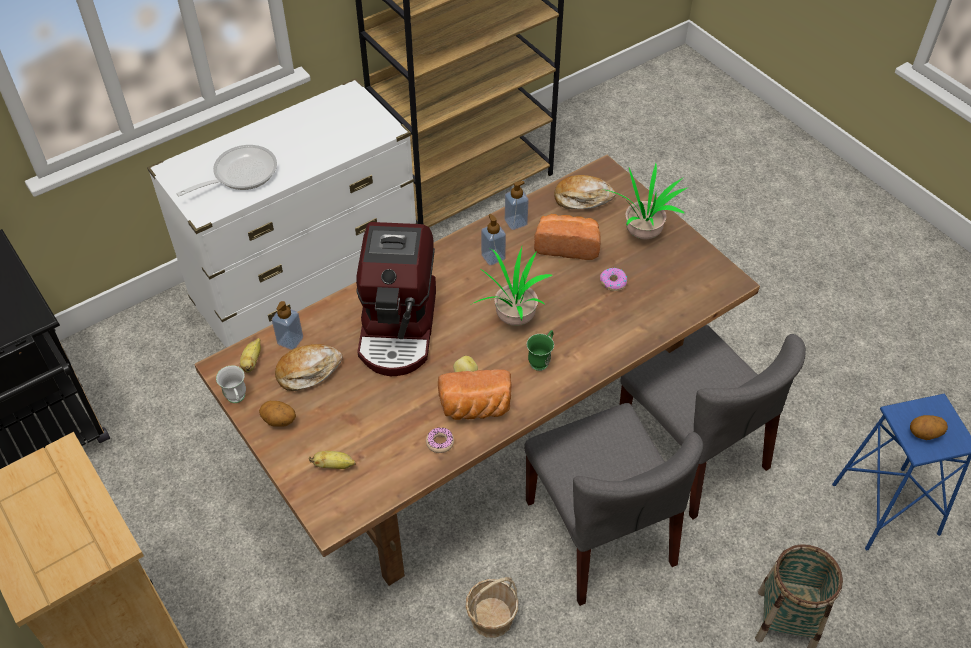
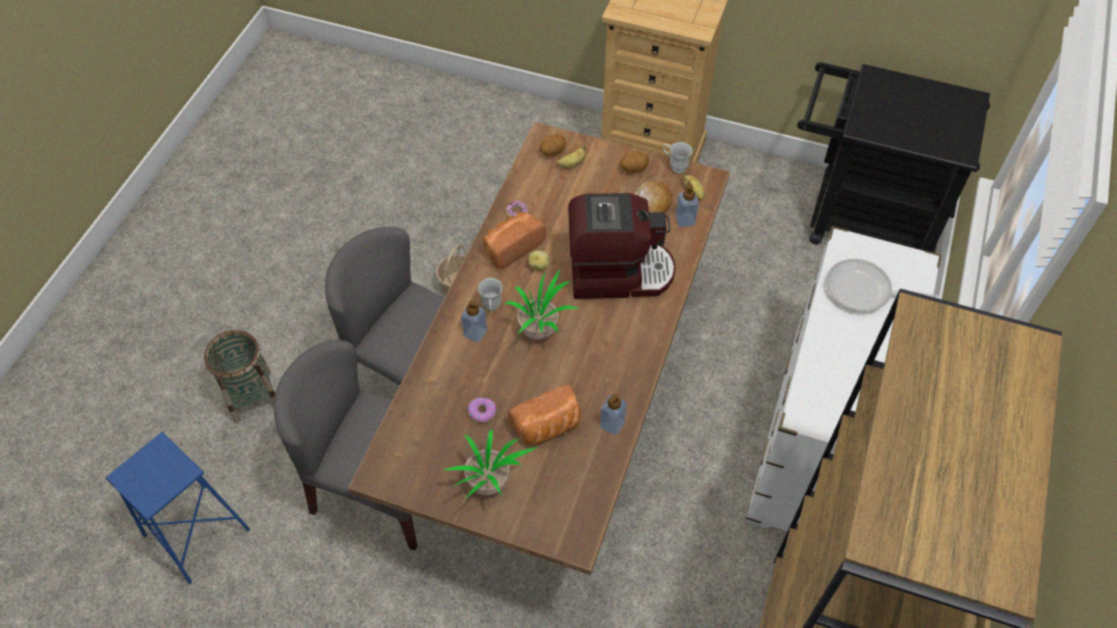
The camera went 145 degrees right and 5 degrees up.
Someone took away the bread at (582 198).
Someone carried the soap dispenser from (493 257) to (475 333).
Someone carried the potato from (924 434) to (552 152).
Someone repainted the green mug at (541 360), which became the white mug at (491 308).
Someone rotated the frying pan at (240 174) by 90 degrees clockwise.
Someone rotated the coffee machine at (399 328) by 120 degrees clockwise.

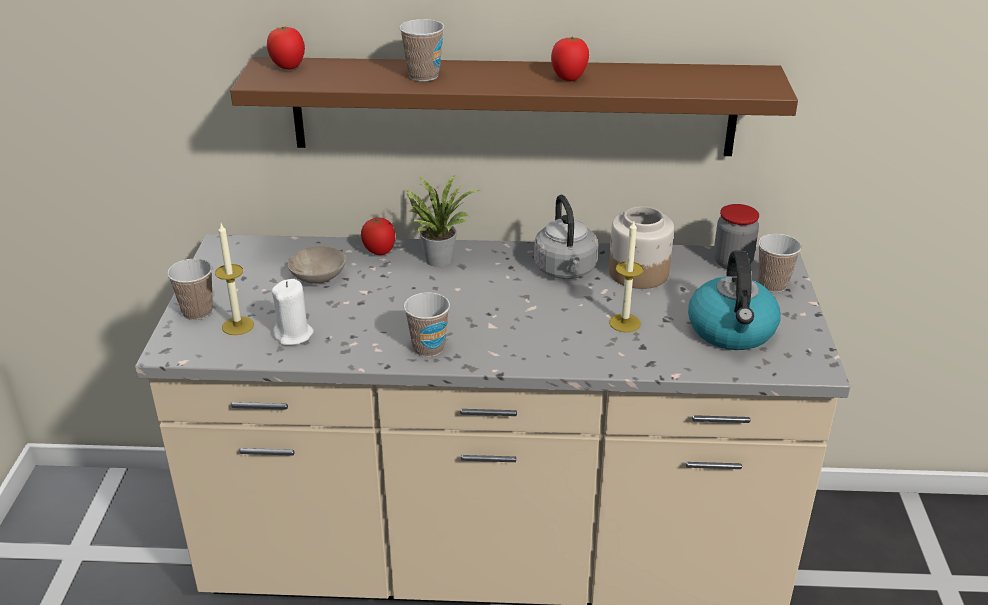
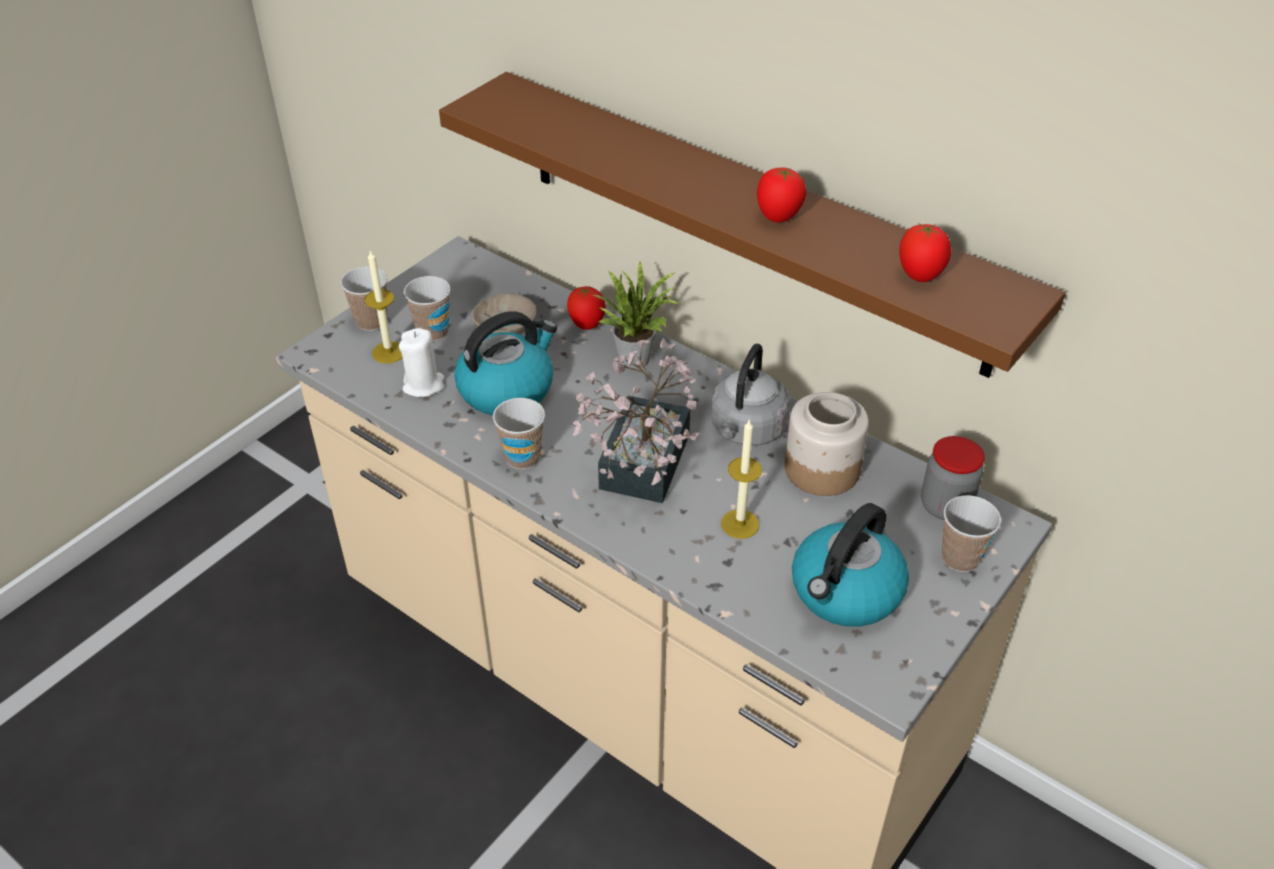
The camera went 35 degrees right and 10 degrees up.
Someone put down the kettle at (507 389).
Someone put down the potted plant at (639 470).
Someone carried the tomato from (288 67) to (920 276).
Someone carried the cup from (423 76) to (433 331).

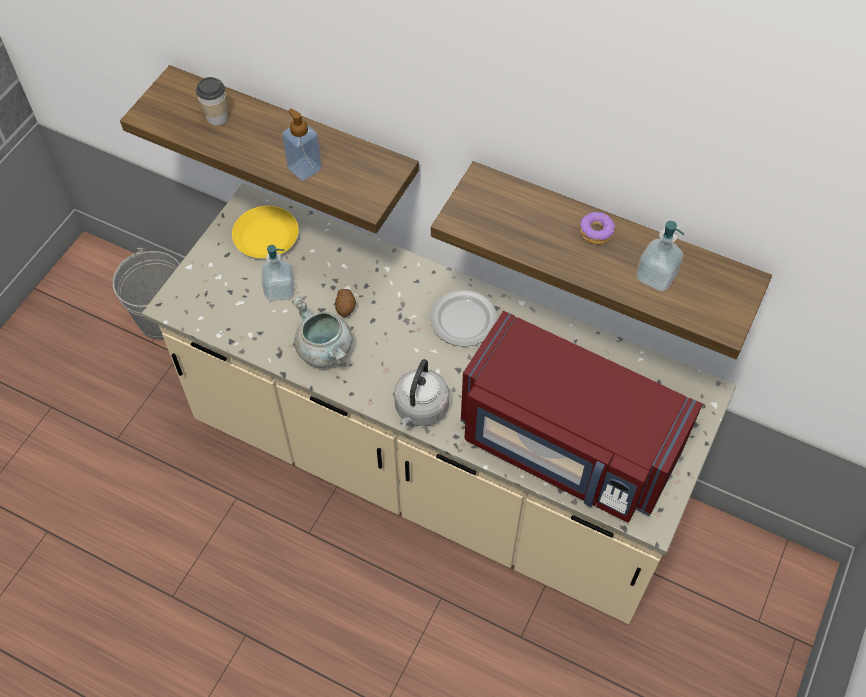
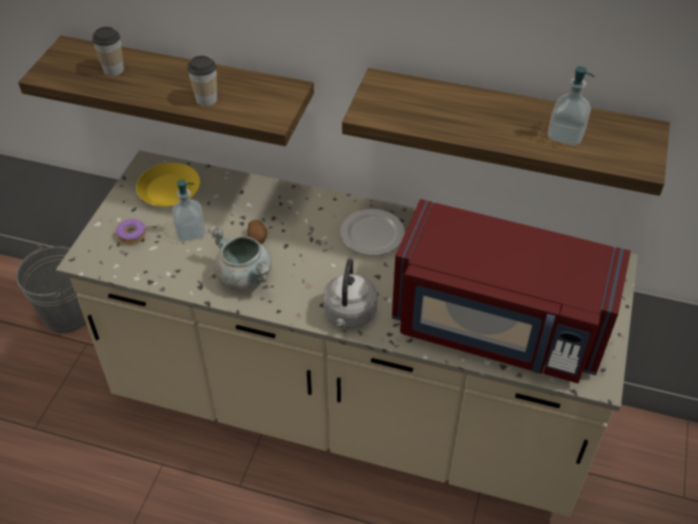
The camera went 10 degrees left and 10 degrees down.
Someone carried the donut from (596 232) to (132 235).
Someone swapped the soap dispenser at (304 168) for the cup at (206 99).

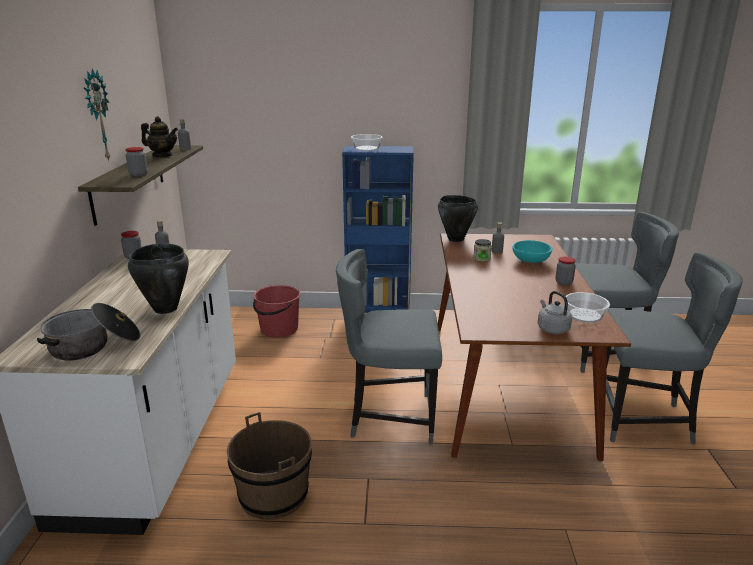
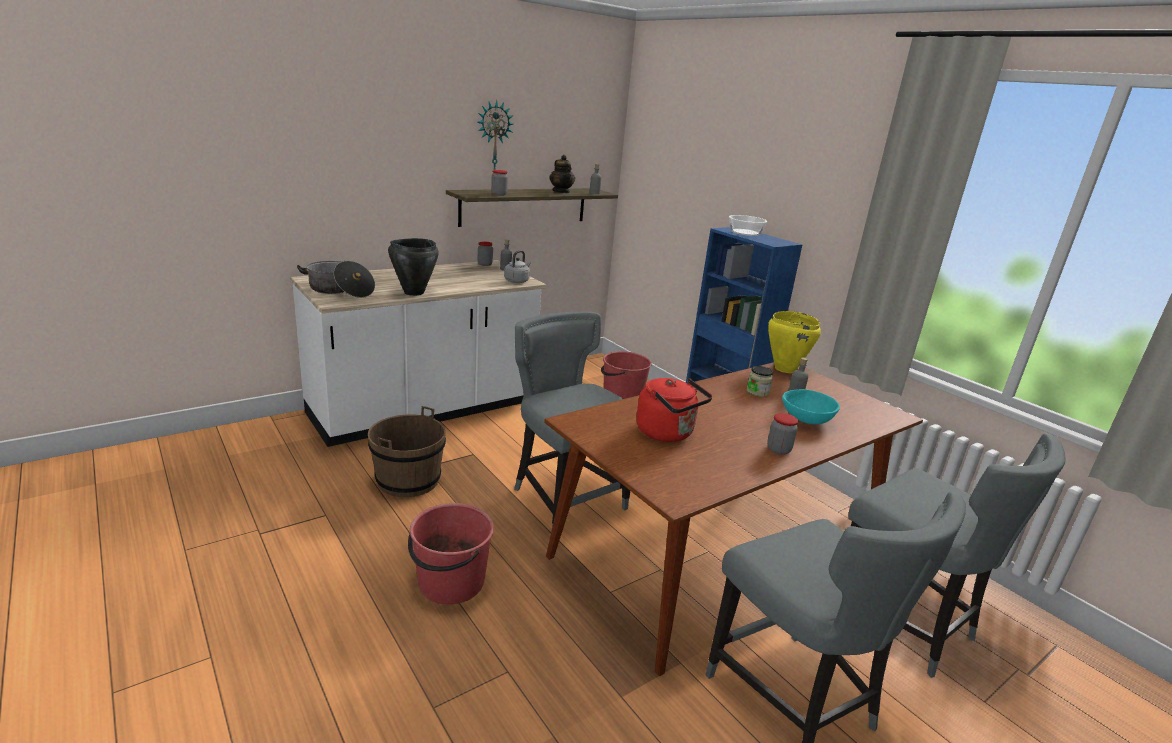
The camera went 50 degrees right and 0 degrees up.
Someone took away the bowl at (584 315).
Someone put down the red bucket at (450 583).
Someone put down the red kettle at (668 433).
Someone carried the grey kettle from (552 328) to (517 281).
Someone repainted the black cooking pot at (455 239), which became the yellow cooking pot at (784 369).

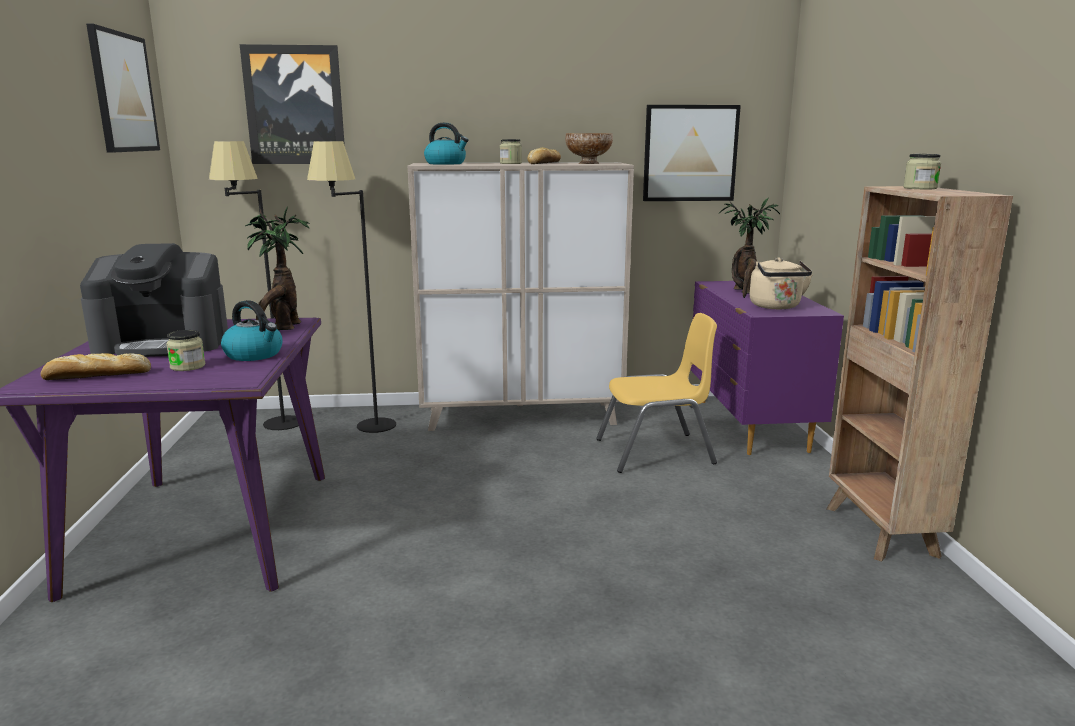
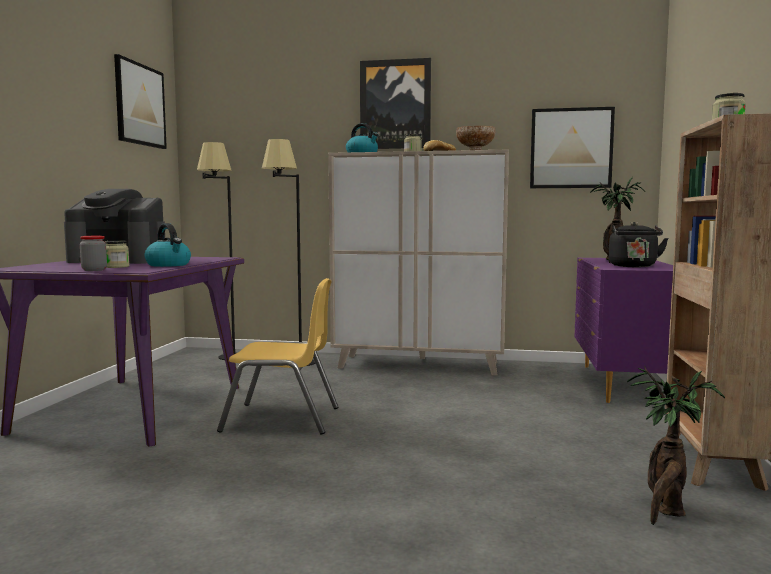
The camera went 15 degrees right and 10 degrees down.
Someone took away the bread at (95 376).
Someone put down the jar at (94 270).
Someone carried the picture from (295 105) to (395 104).
Someone carried the potted plant from (283 328) to (666 510).
Someone carried the yellow chair from (655 452) to (282 419).
Someone repainted the beige kettle at (776 307), which became the black kettle at (633 266).

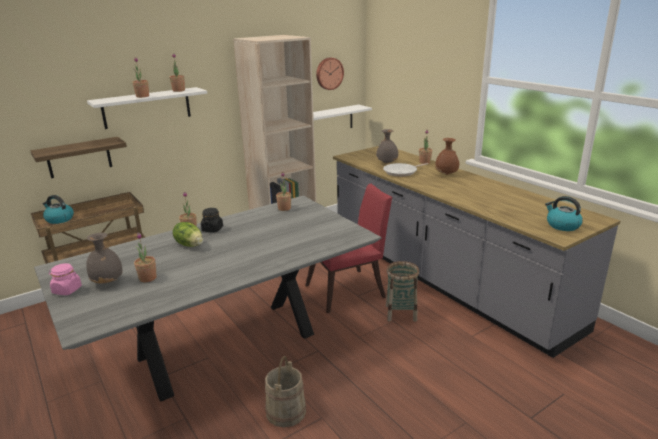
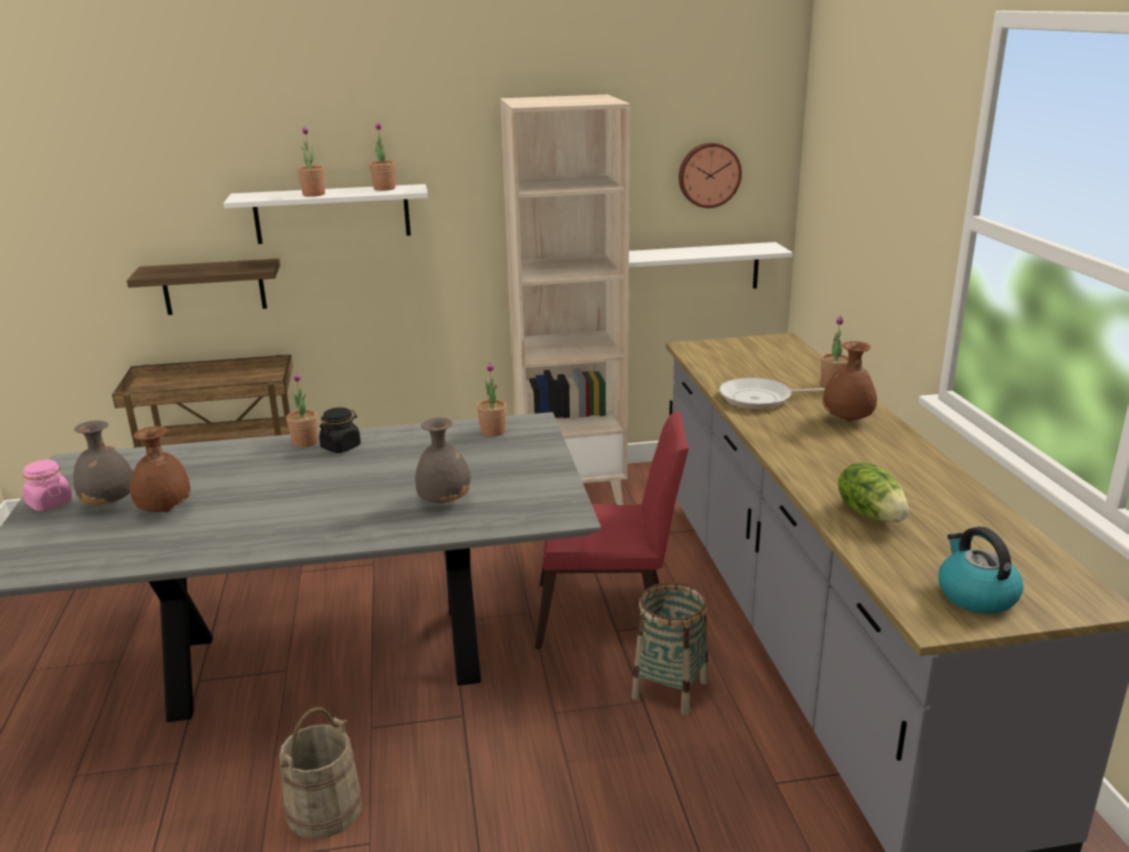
The camera went 25 degrees right and 0 degrees up.
Someone took away the kettle at (59 219).
Someone carried the lettuce from (190 244) to (871 514).
Someone carried the grey vase from (387 163) to (445 501).
Someone swapped the potted plant at (148 278) for the brown vase at (164 511).

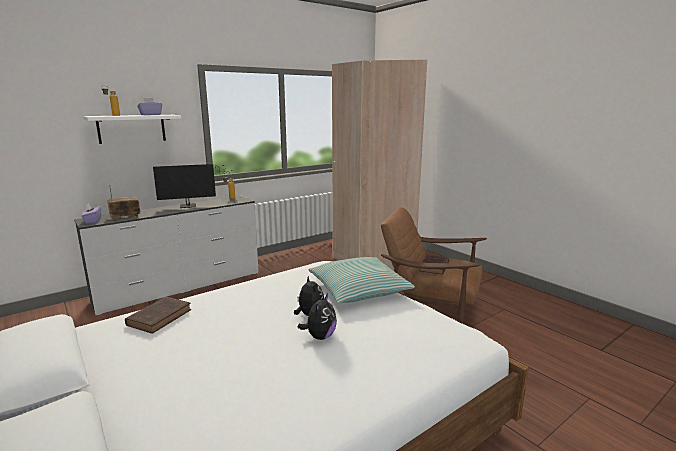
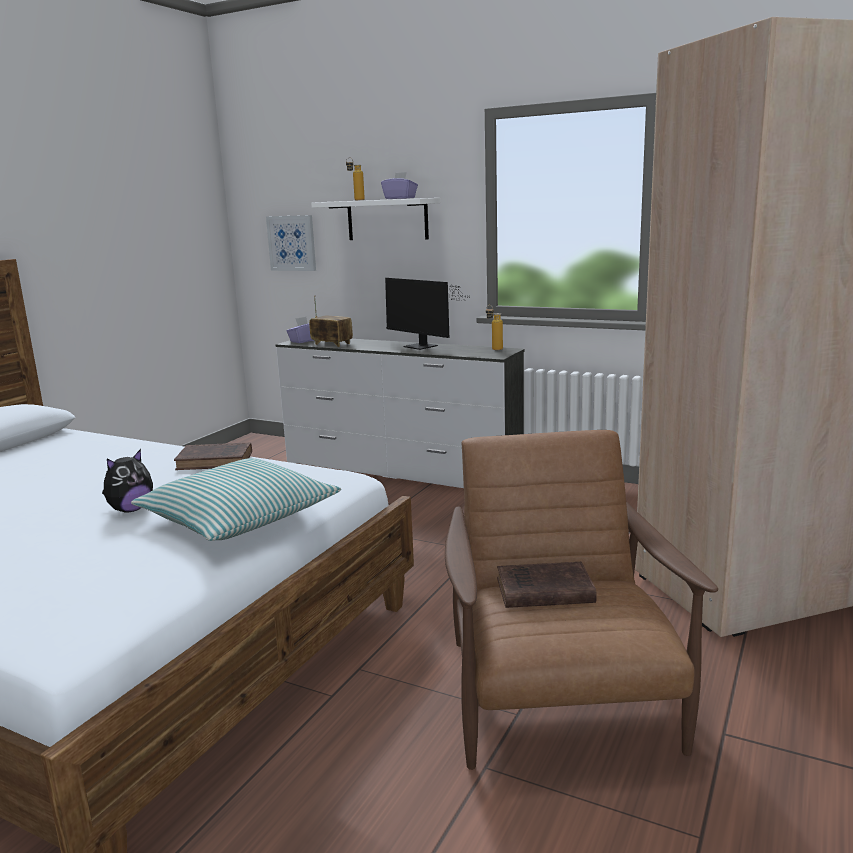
The camera went 65 degrees right and 0 degrees up.
Someone took away the plush toy at (320 336).
Someone put up the picture at (292 243).
Someone carried the brown book from (161 317) to (217 461).

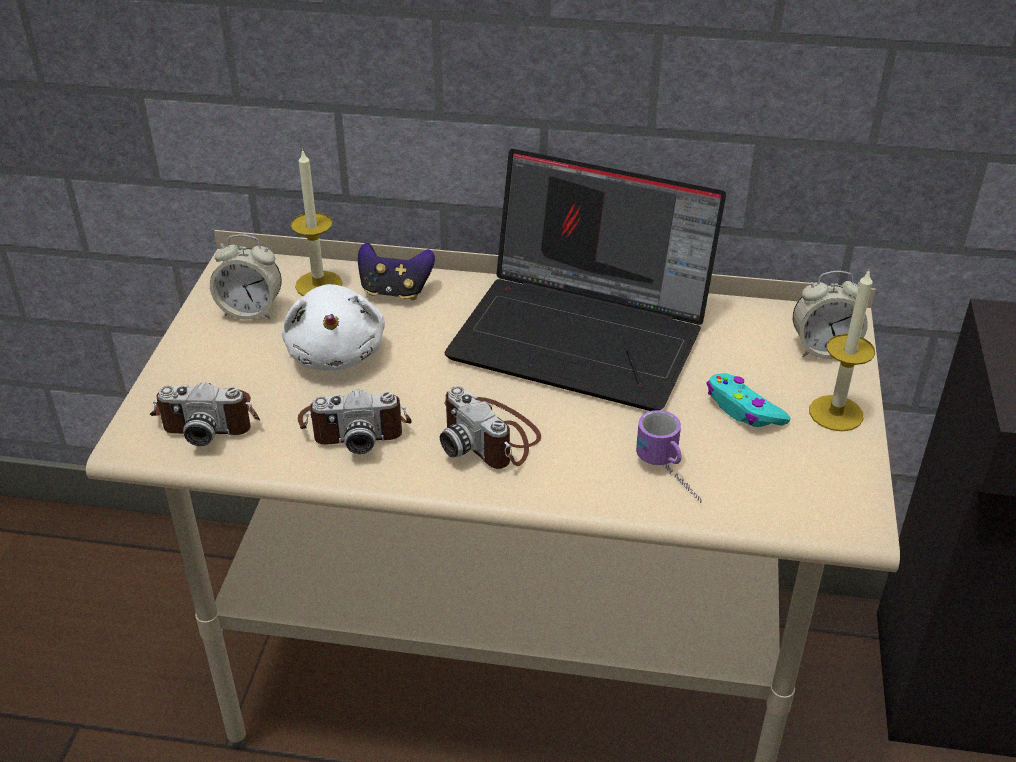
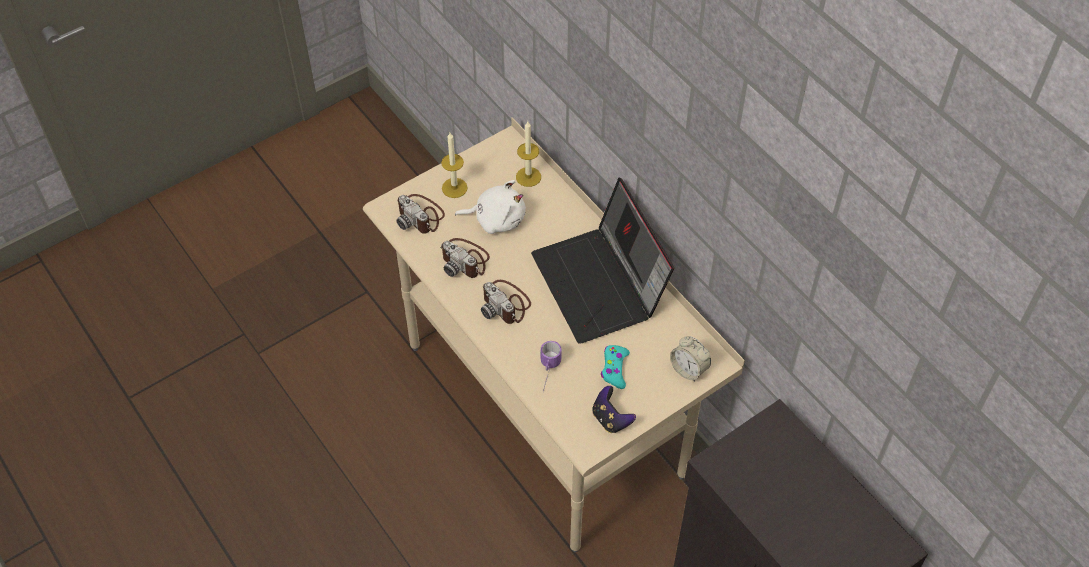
The camera went 45 degrees right and 15 degrees up.
Someone took away the alarm clock at (250 310).
Someone carried the game controller from (395 291) to (611 419).
Someone carried the candle from (836 413) to (454 188).
Someone rotated the white plush toy at (336 353) by 120 degrees counterclockwise.
Someone rotated the photo camera at (491 437) by 45 degrees counterclockwise.

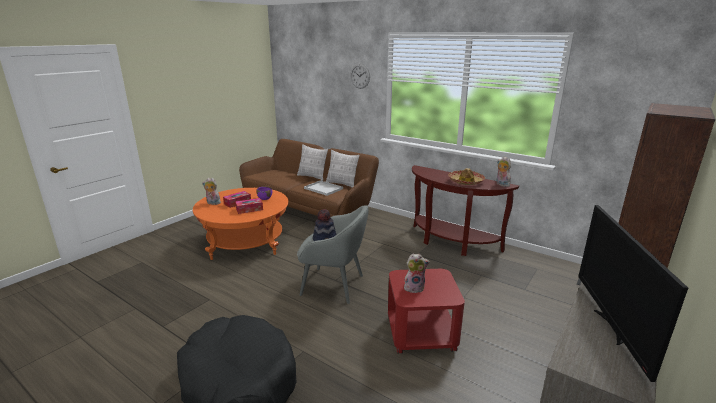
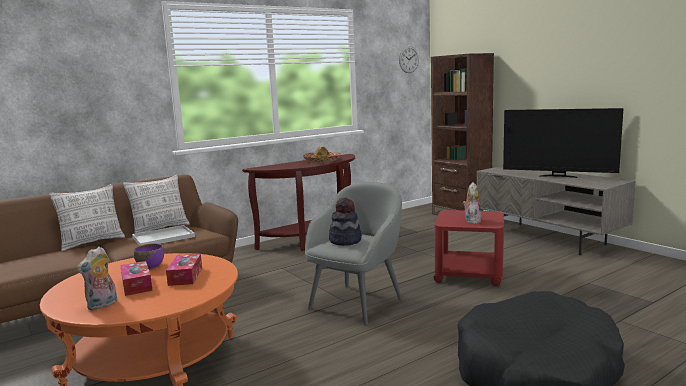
The camera went 70 degrees left and 10 degrees down.
Someone took away the plush toy at (501 184).
Someone carried the wall clock from (360 76) to (408 59).

